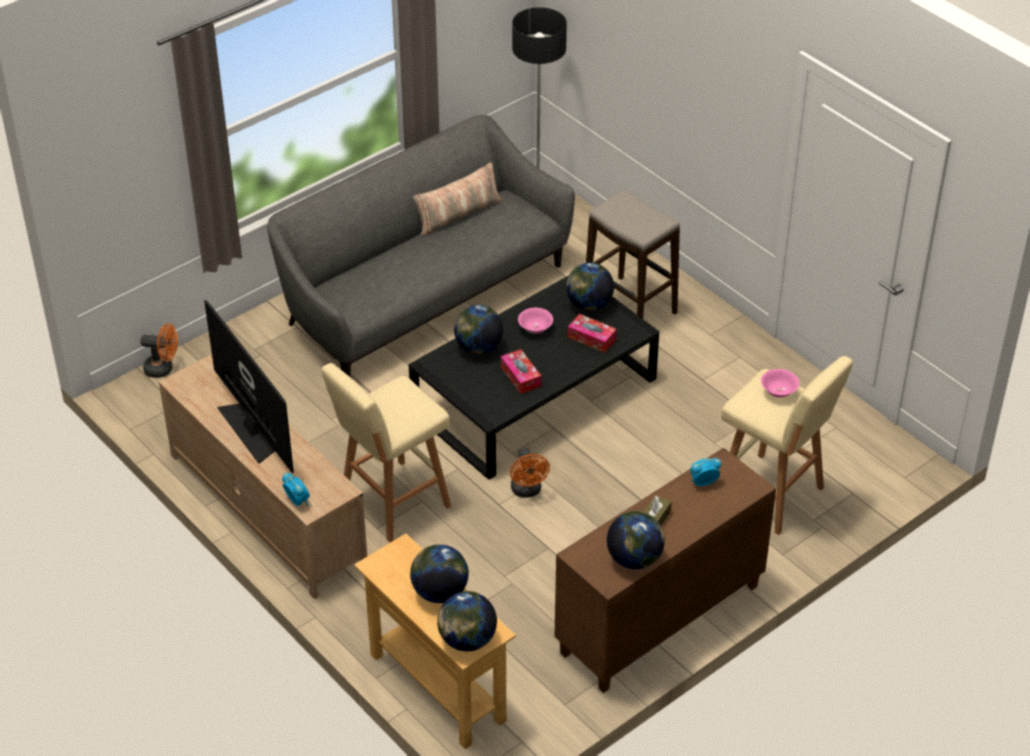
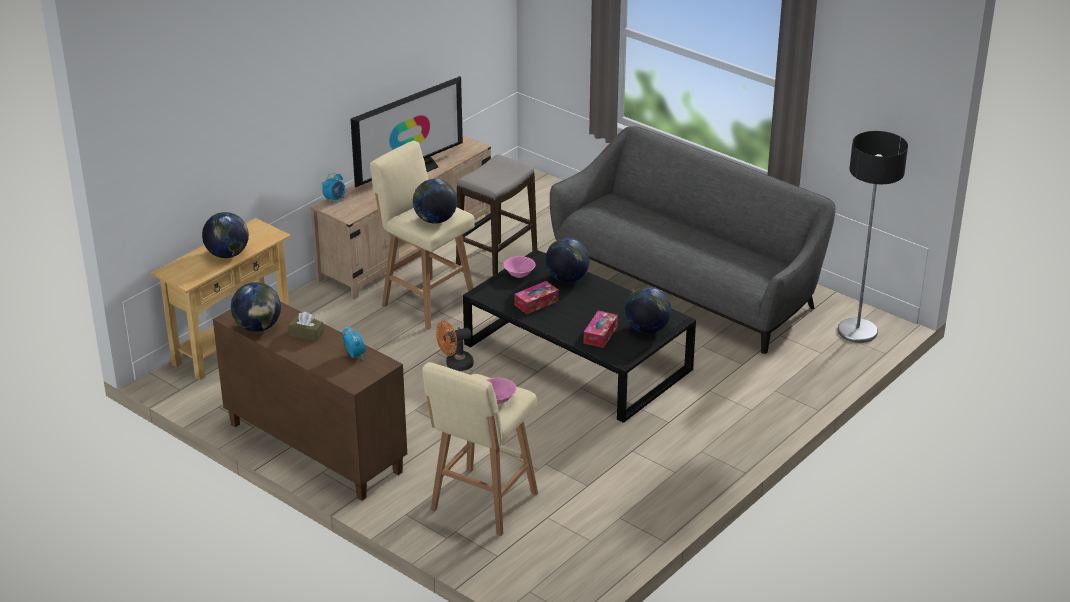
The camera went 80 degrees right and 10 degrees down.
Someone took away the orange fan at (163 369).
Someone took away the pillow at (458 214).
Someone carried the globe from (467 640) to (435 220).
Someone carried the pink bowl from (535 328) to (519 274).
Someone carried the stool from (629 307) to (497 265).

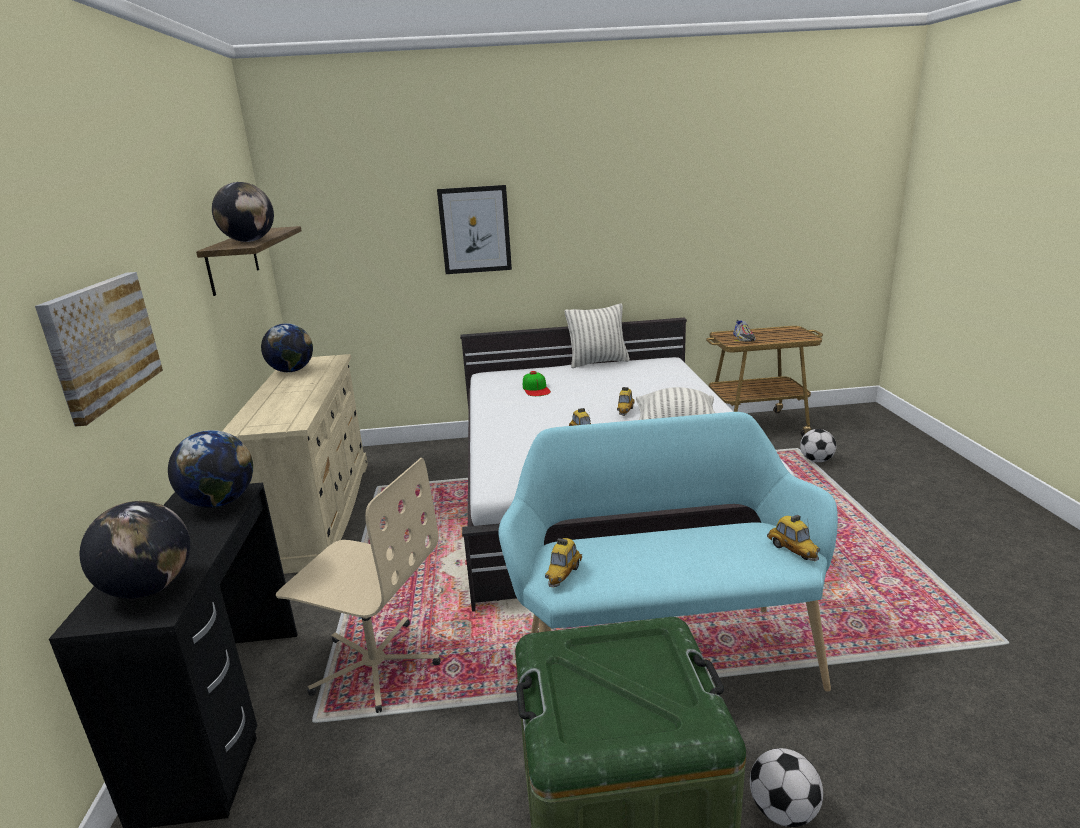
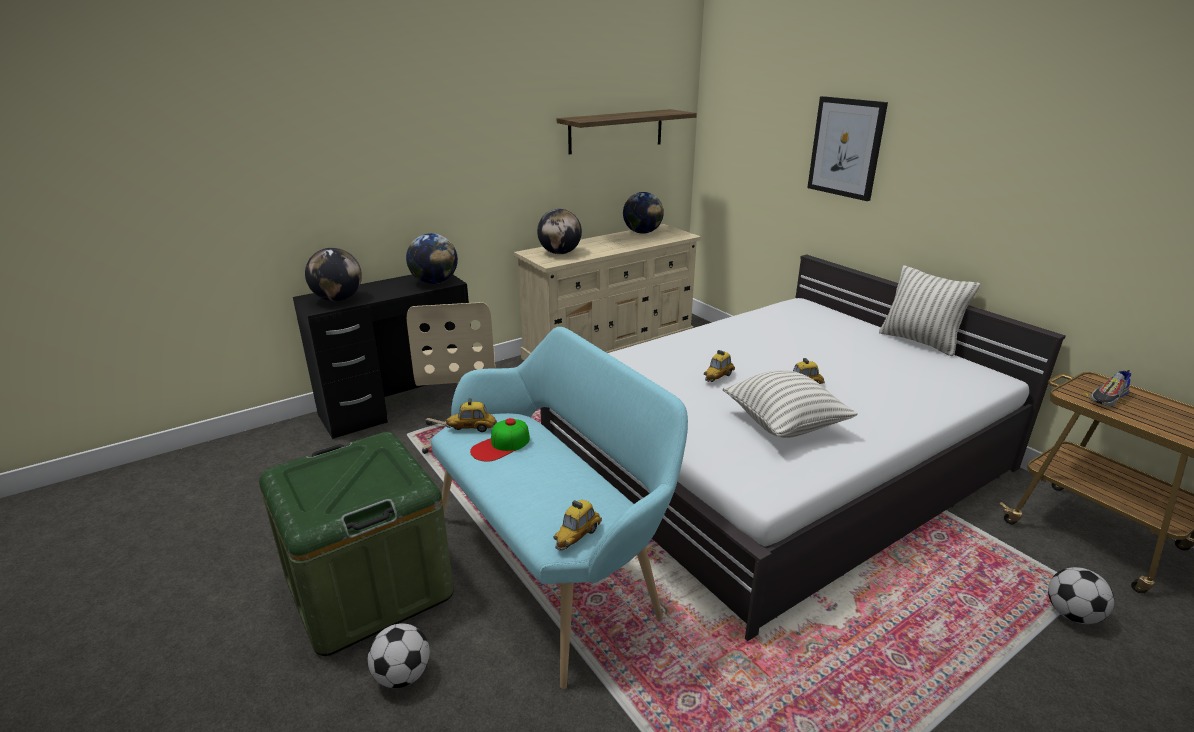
The camera went 60 degrees right and 5 degrees up.
Someone took away the picture at (102 343).
Someone carried the globe from (249 241) to (560 253).
Someone carried the cap from (536 389) to (501 445).

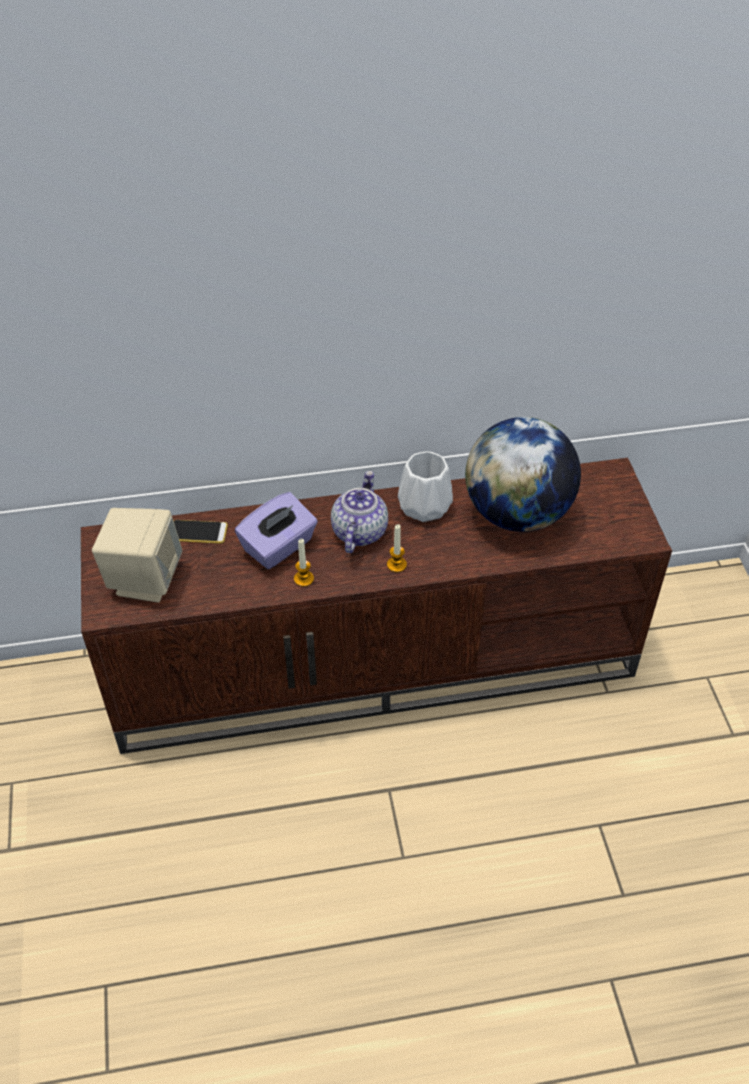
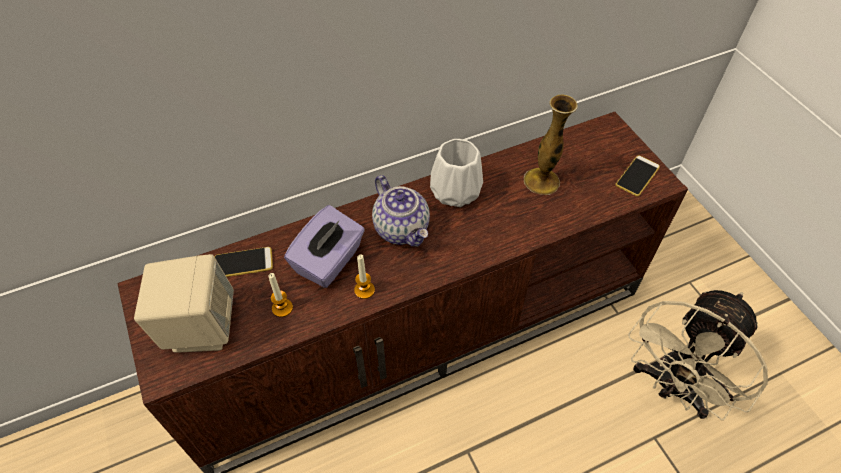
The camera went 15 degrees left and 5 degrees up.
Someone put down the phone at (637 176).
Someone put down the beige fan at (671 387).
Someone carried the candle from (396 565) to (282 308).
Someone swapped the globe at (517 513) for the vase at (541 181).
Someone rotated the teapot at (358 531) by 150 degrees clockwise.

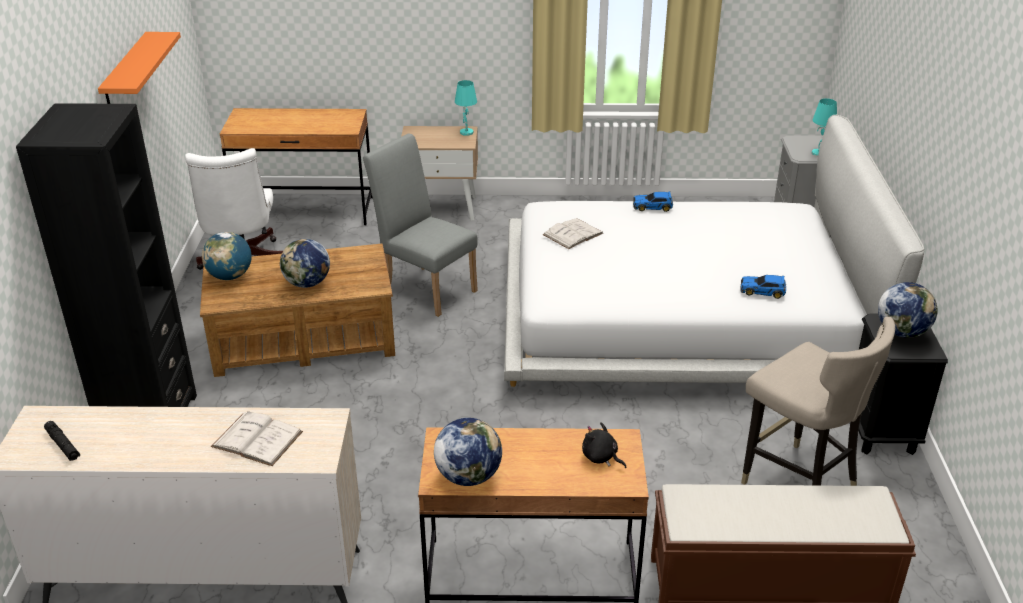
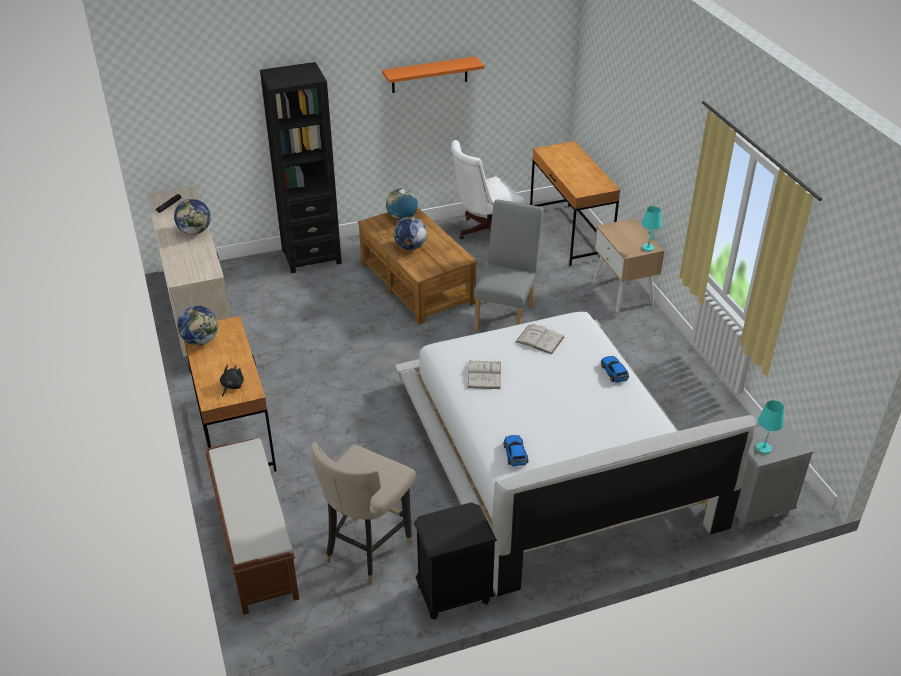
The camera went 70 degrees right and 5 degrees up.
Someone carried the white book from (257 439) to (484 374).
Someone carried the globe from (902 332) to (195 231).

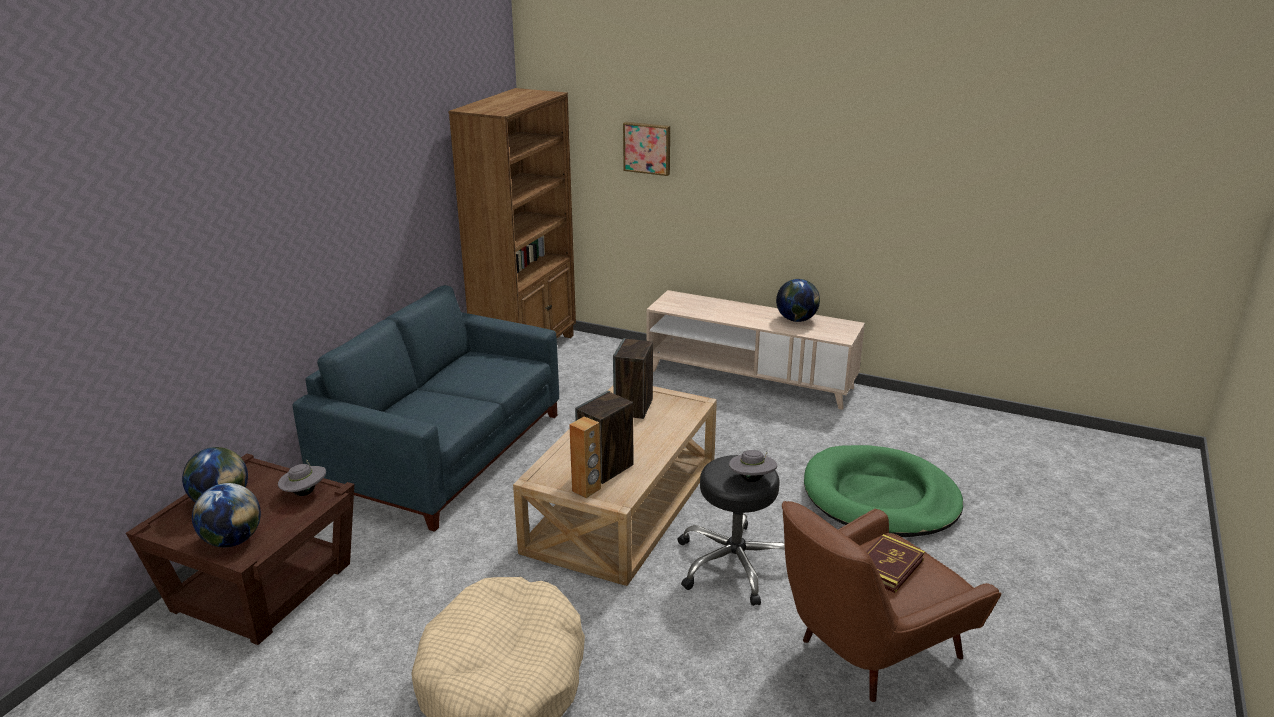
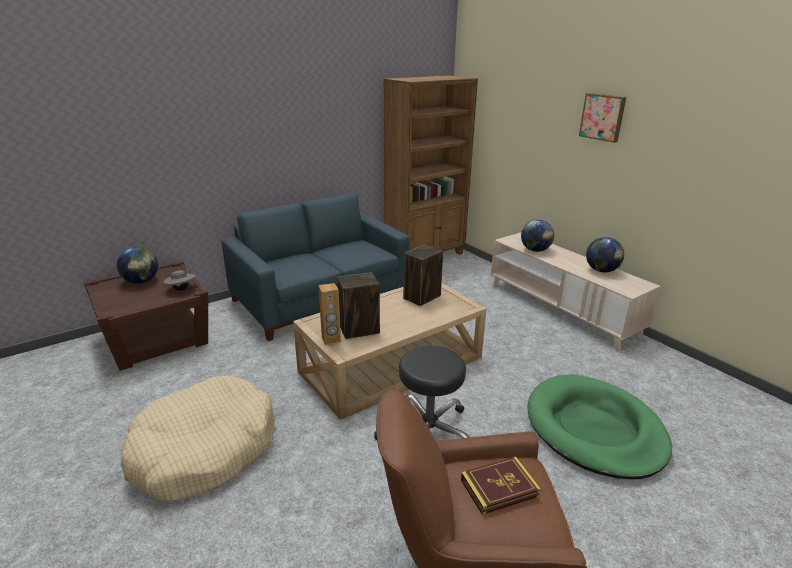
The camera went 30 degrees right and 0 degrees up.
Someone took away the grey hat at (752 479).
Someone carried the globe from (232 540) to (535 250).
Someone carried the picture from (647 148) to (603 117).

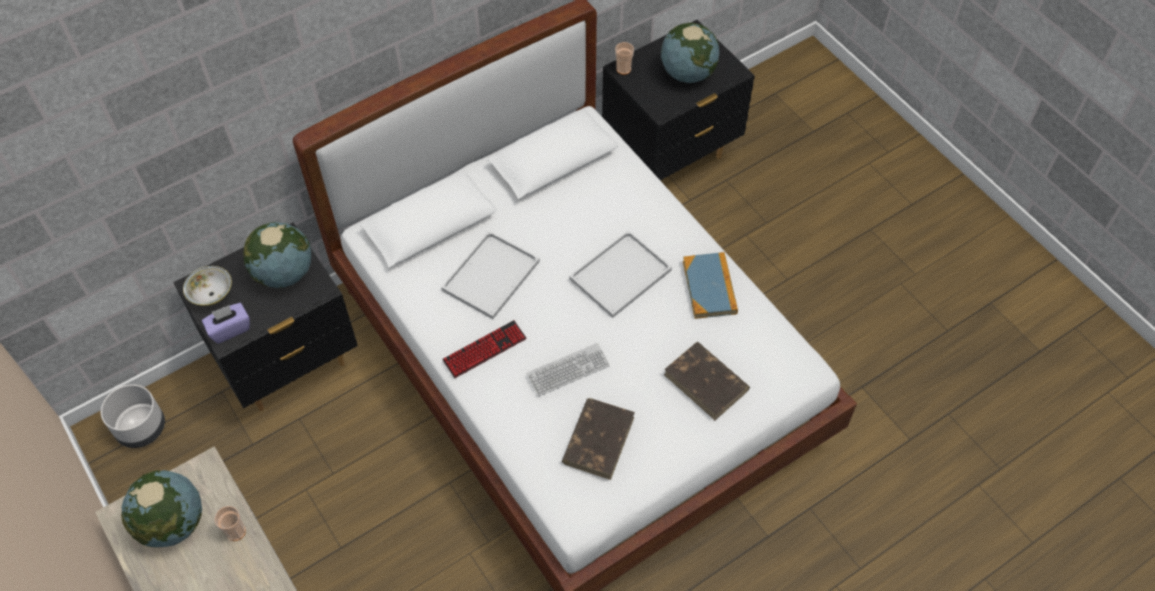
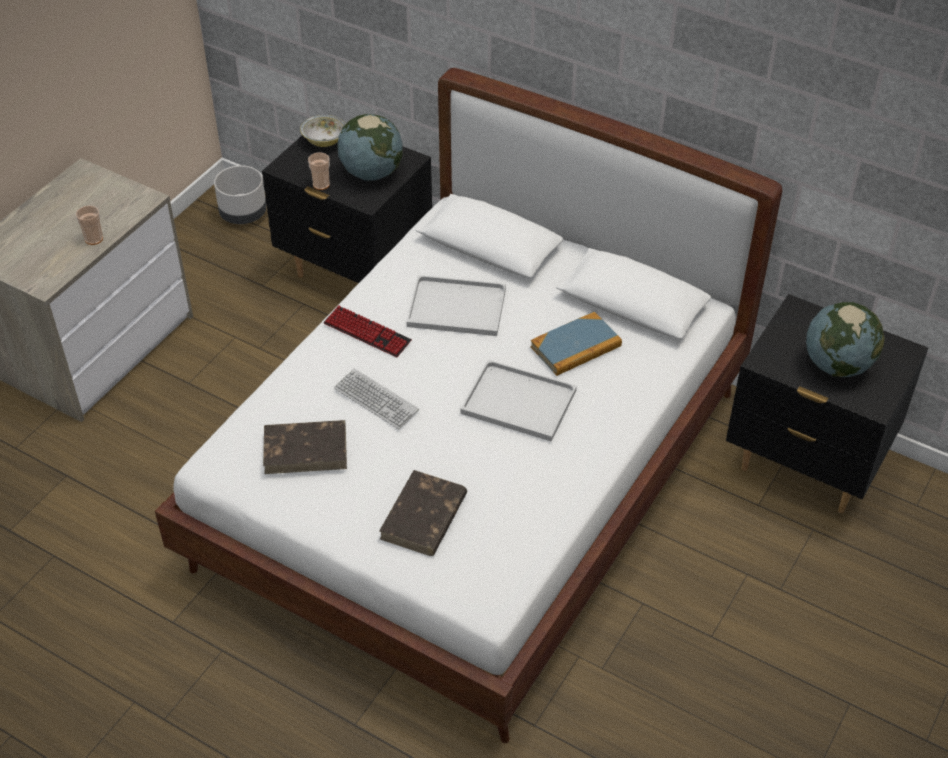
The camera went 65 degrees right and 10 degrees down.
Someone took away the globe at (173 523).
Someone took away the purple tissue box at (230 329).
Someone carried the cup from (623 69) to (321 184).
Someone carried the book from (709 287) to (576 347).

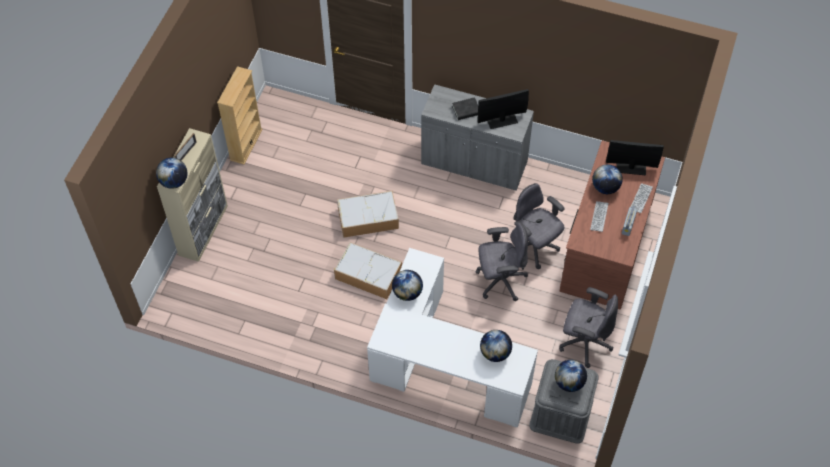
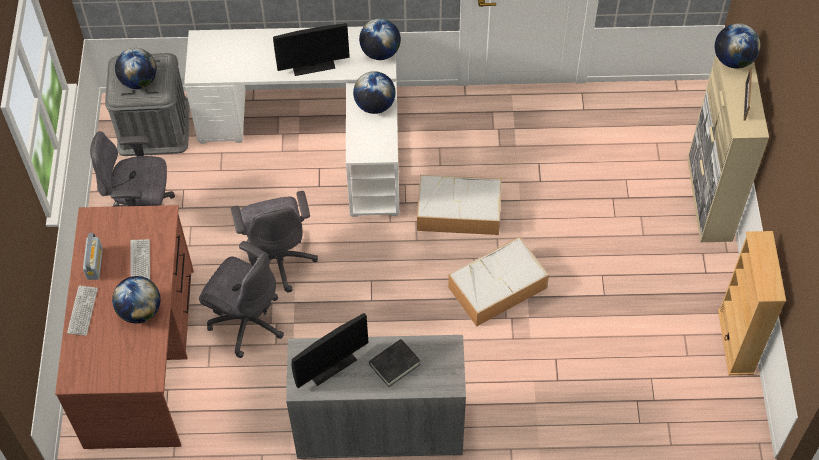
The camera went 160 degrees right and 0 degrees up.
Someone carried the globe from (495 353) to (380 52).
Someone carried the monitor from (631 168) to (313 65).
Someone rotated the grey office chair at (500 280) by 75 degrees counterclockwise.

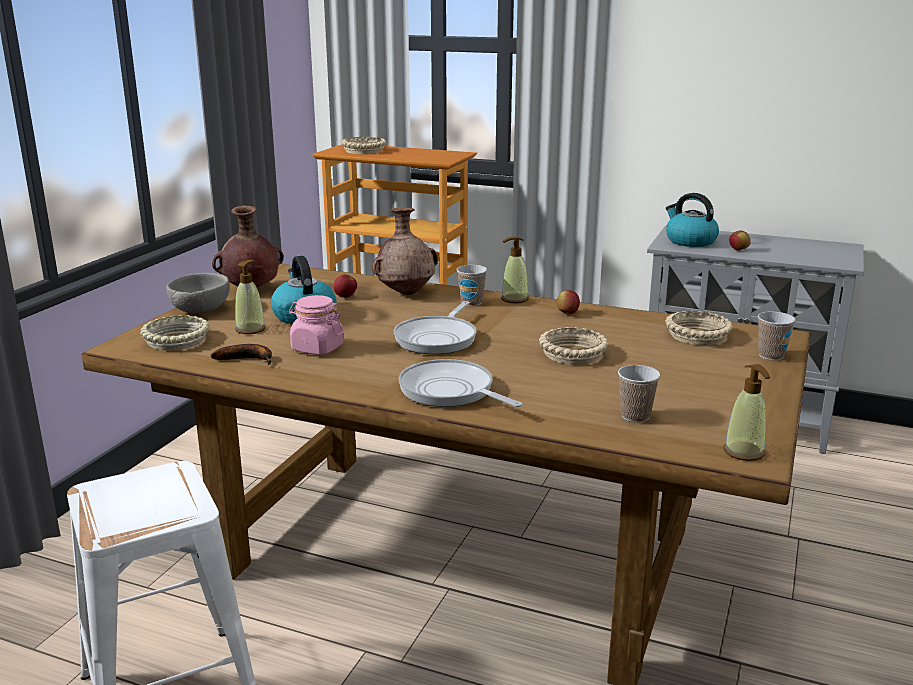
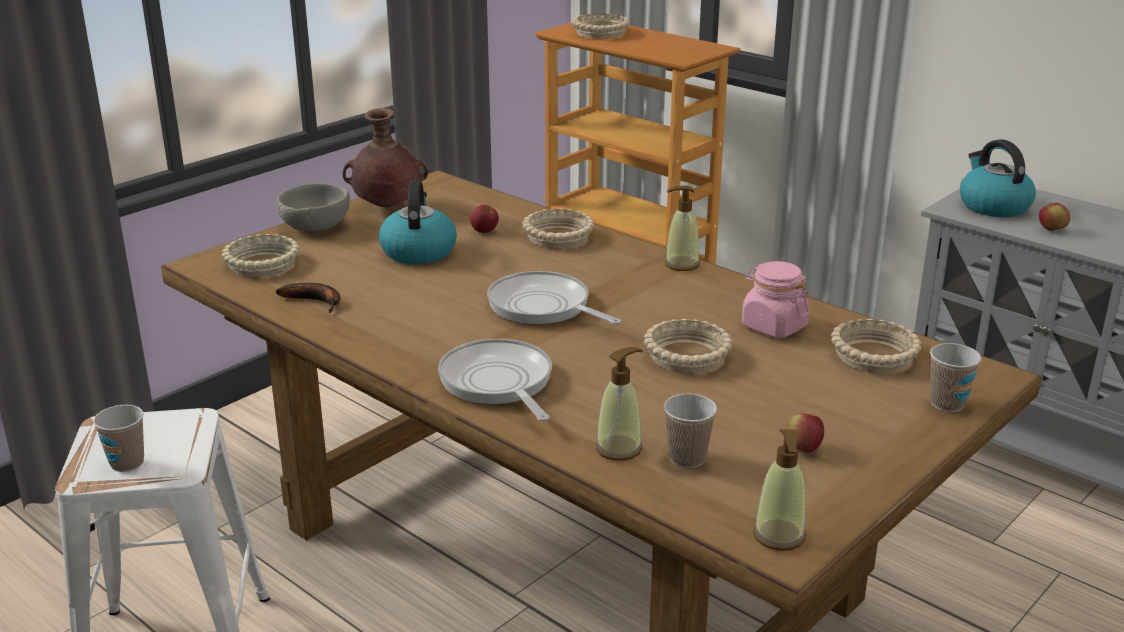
The camera went 20 degrees right and 5 degrees up.
Someone carried the soap dispenser from (251 329) to (619 448).
Someone carried the pink jar from (317 348) to (773 326).
Someone carried the cup from (471 303) to (127 463).
Someone carried the apple from (567 313) to (803 449).
Someone swapped the brown vase at (406 293) for the beige bowl at (558 236).
Someone rotated the frying pan at (438 338) by 90 degrees clockwise.

